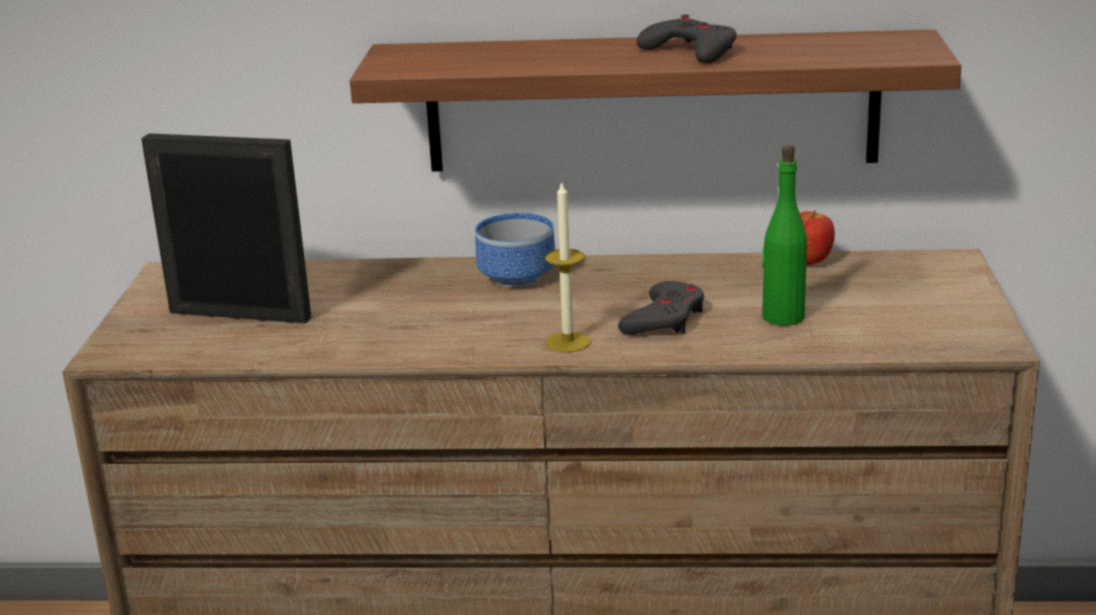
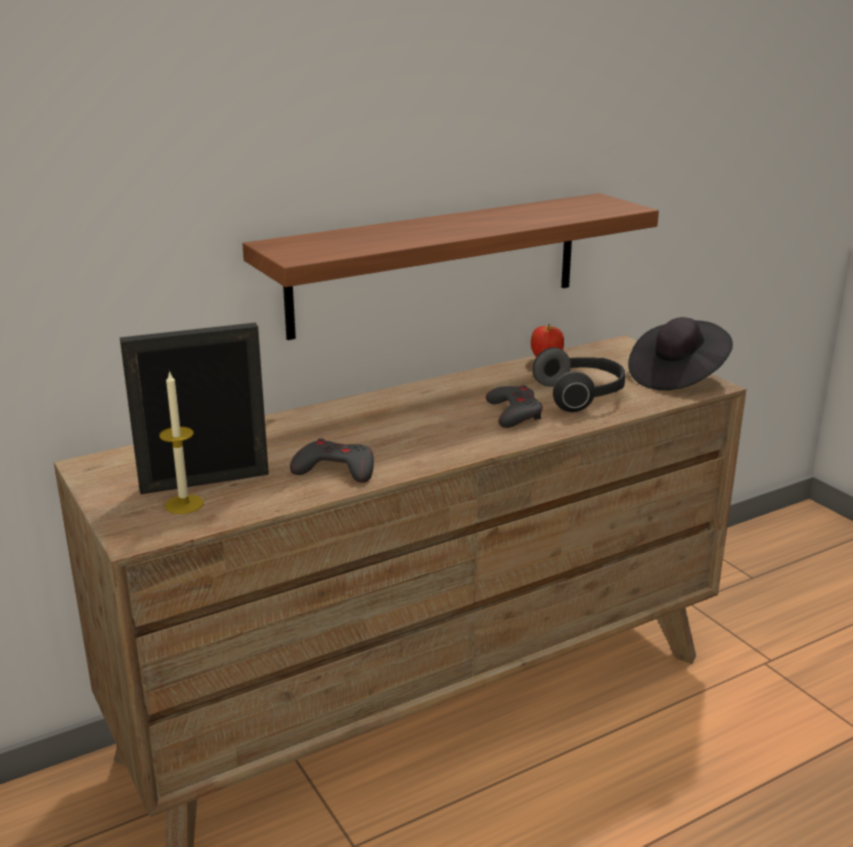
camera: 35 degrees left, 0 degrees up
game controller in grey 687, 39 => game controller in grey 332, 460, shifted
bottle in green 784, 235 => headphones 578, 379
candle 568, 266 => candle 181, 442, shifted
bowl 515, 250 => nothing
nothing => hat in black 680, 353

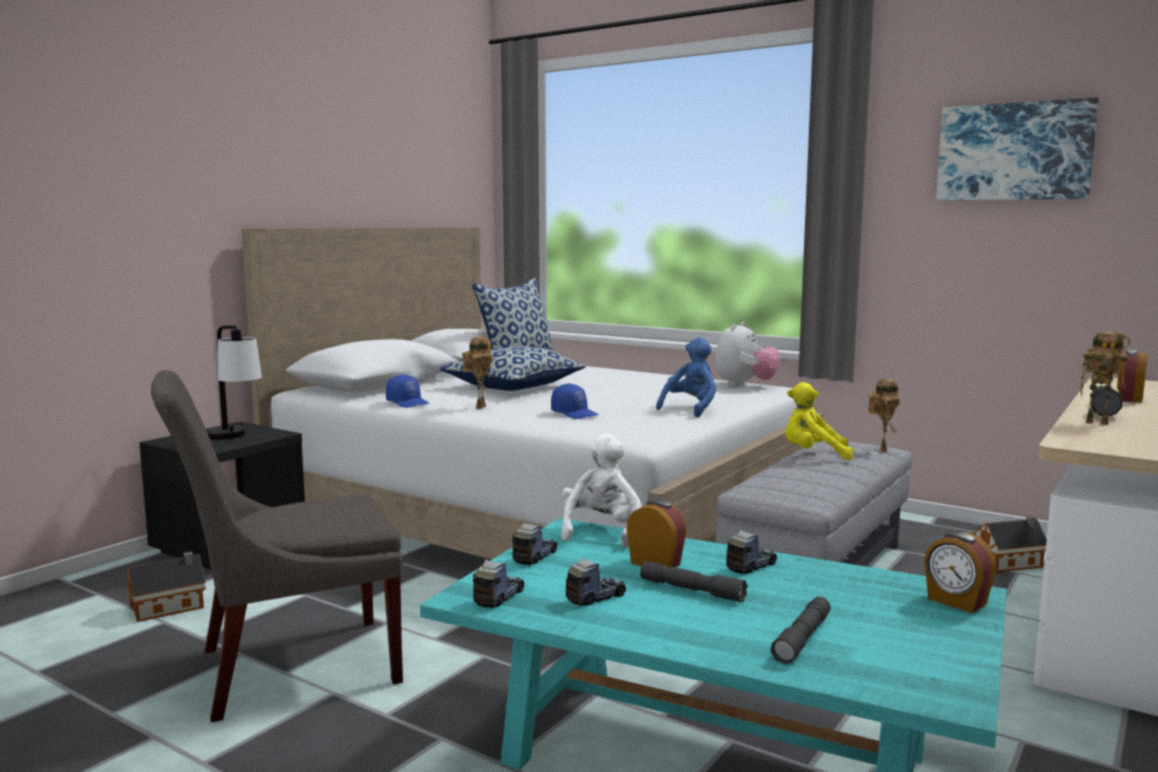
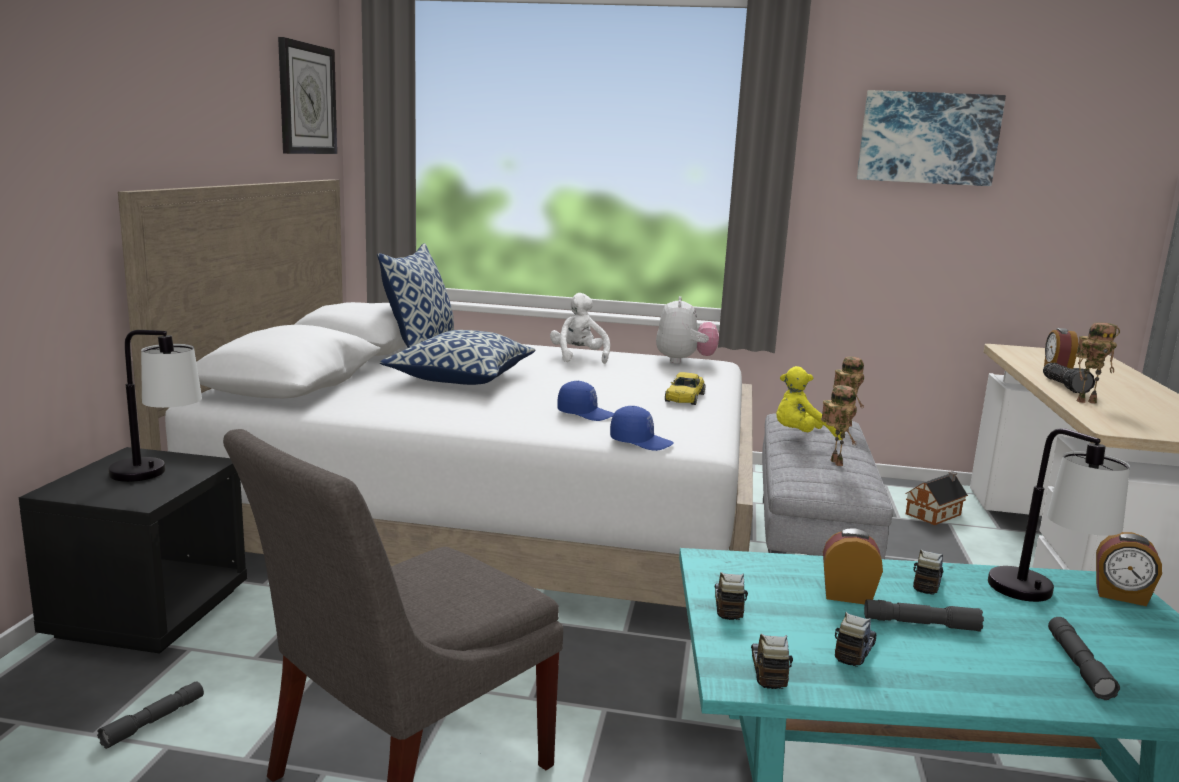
camera: 25 degrees left, 5 degrees up
toy robot 477, 373 => toy robot 839, 425, shifted
plush toy in blue 686, 377 => toy car in yellow 685, 388
cap in blue 408, 391 => cap in blue 642, 428, shifted
plush toy in white 601, 491 => plush toy in white 580, 328, shifted
toy house 166, 587 => flashlight in grey 150, 715
nothing => wall clock 307, 95
nothing => table lamp 1059, 515

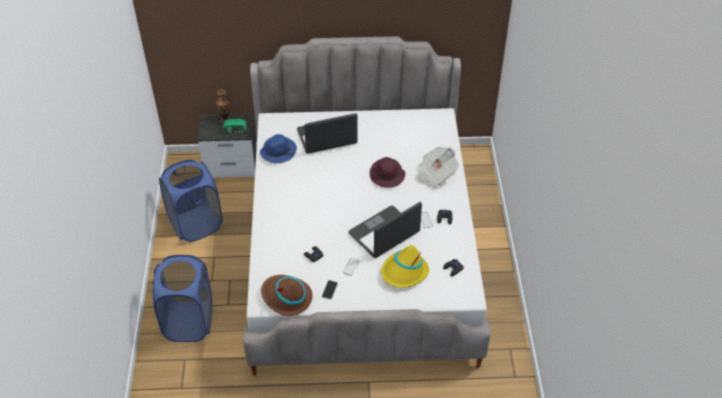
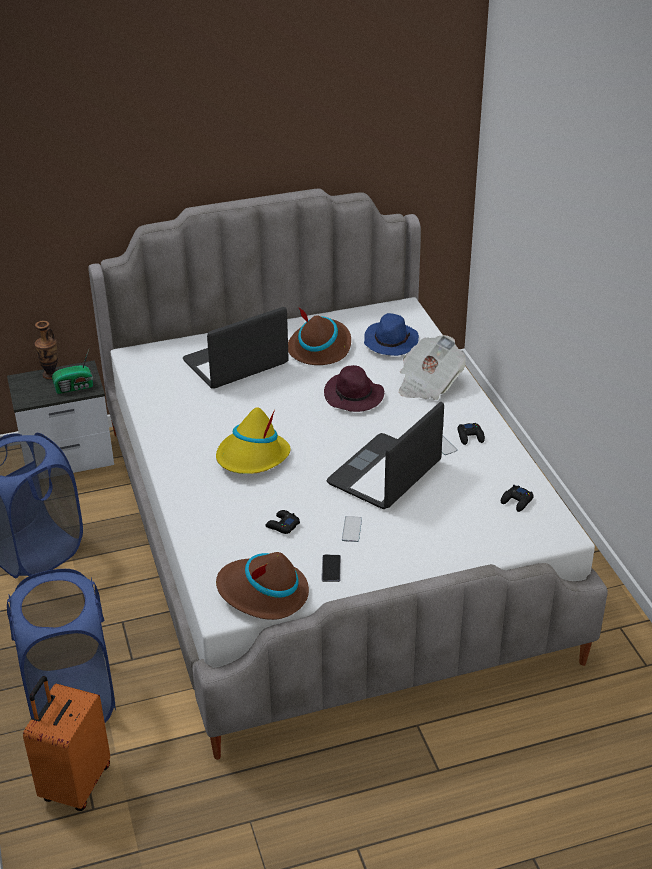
camera: 15 degrees left, 10 degrees down
hat in blue 278, 148 => hat in blue 391, 334, shifted
hat in yellow 405, 266 => hat in yellow 253, 440, shifted
nothing => hat in brown 319, 336
nothing => suitcase in orange 66, 743

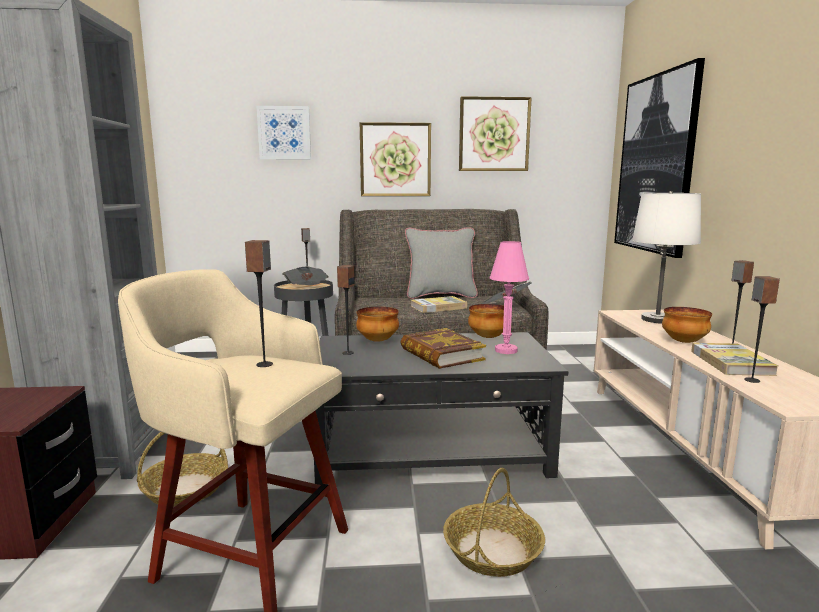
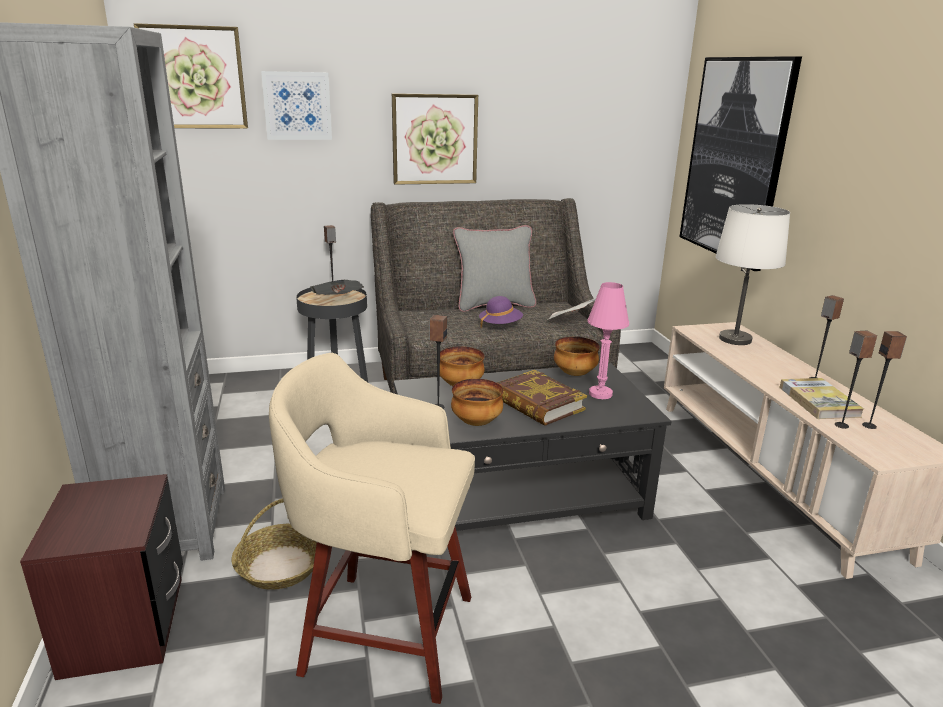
camera: 10 degrees left, 10 degrees up
picture 495, 133 => picture 191, 76, shifted
speaker 259, 303 => speaker 884, 380, shifted
book 439, 304 => hat in purple 501, 312
bowl 687, 325 => bowl 477, 402, shifted
basket 494, 522 => nothing

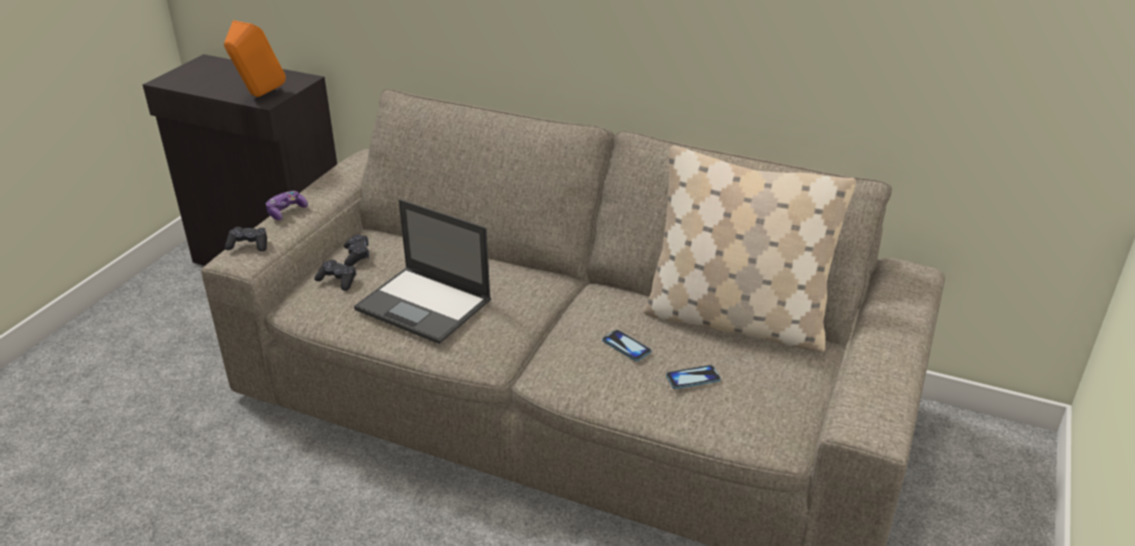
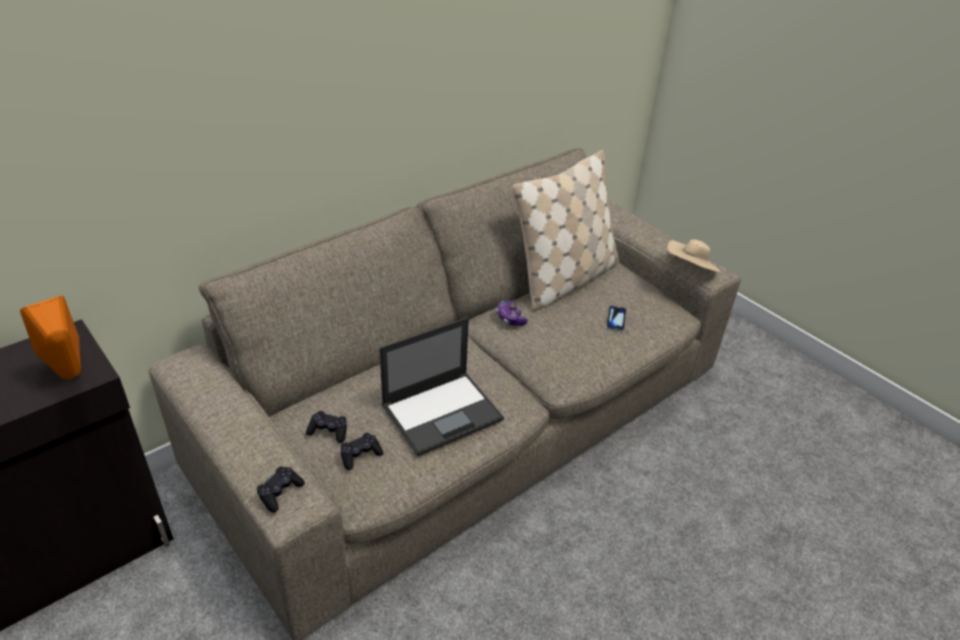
camera: 65 degrees left, 5 degrees up
game controller 287, 205 => game controller 512, 313, shifted
phone 626, 345 => nothing
nothing => hat in beige 693, 256

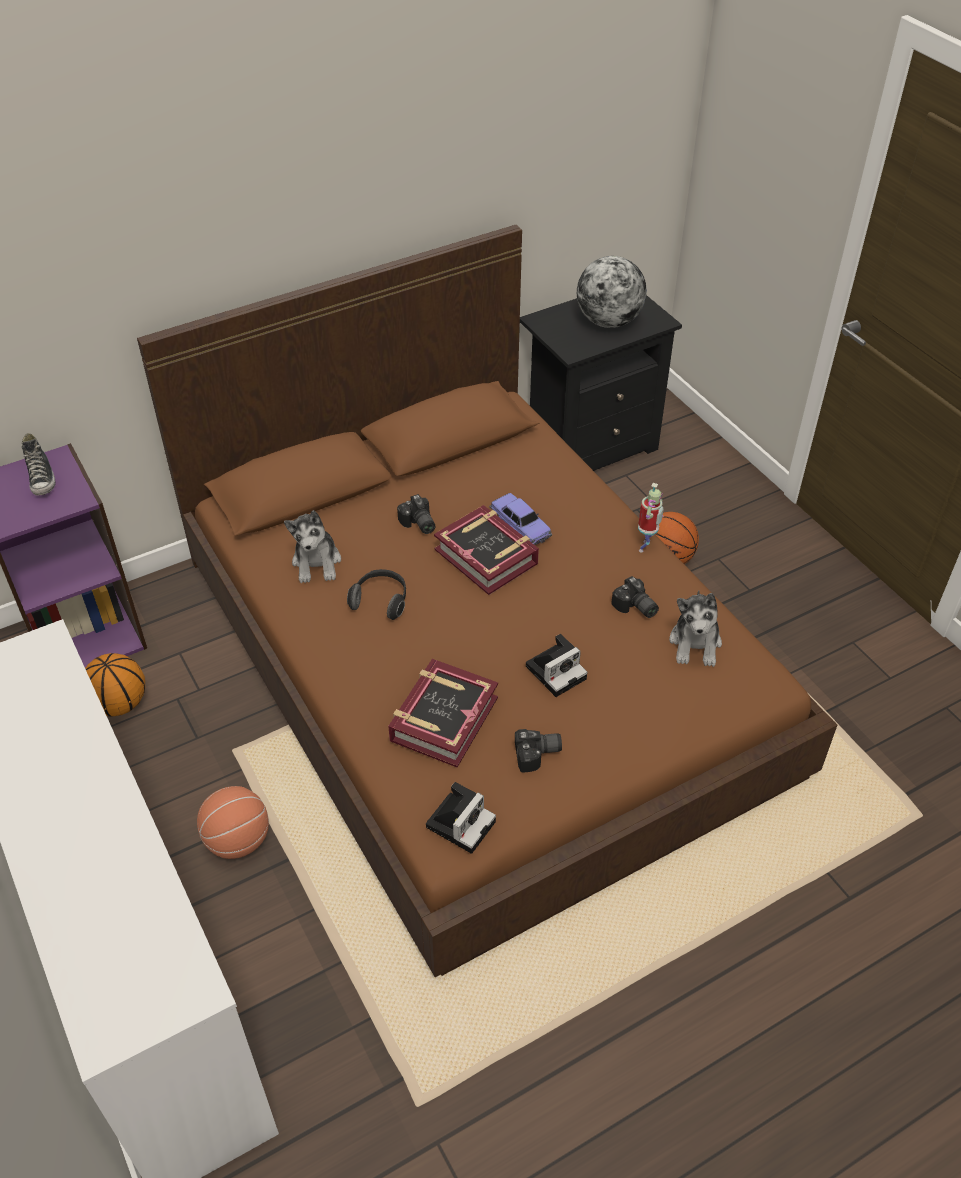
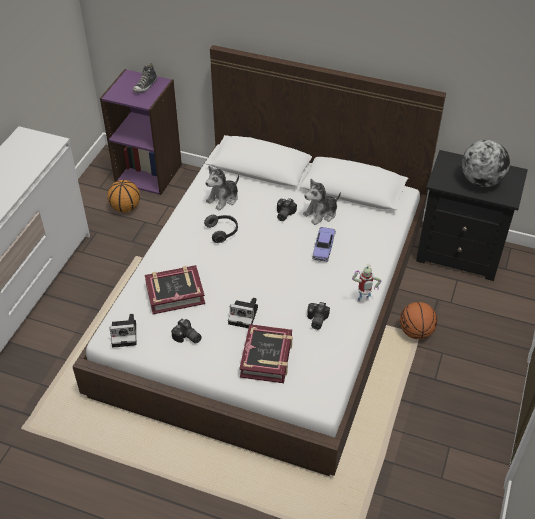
camera: 50 degrees right, 0 degrees up
bed in brown 487, 601 => bed in white 259, 260
book 486, 550 => book 265, 353, shifted
plush toy 695, 628 => plush toy 322, 202, shifted
basketball 233, 822 => nothing

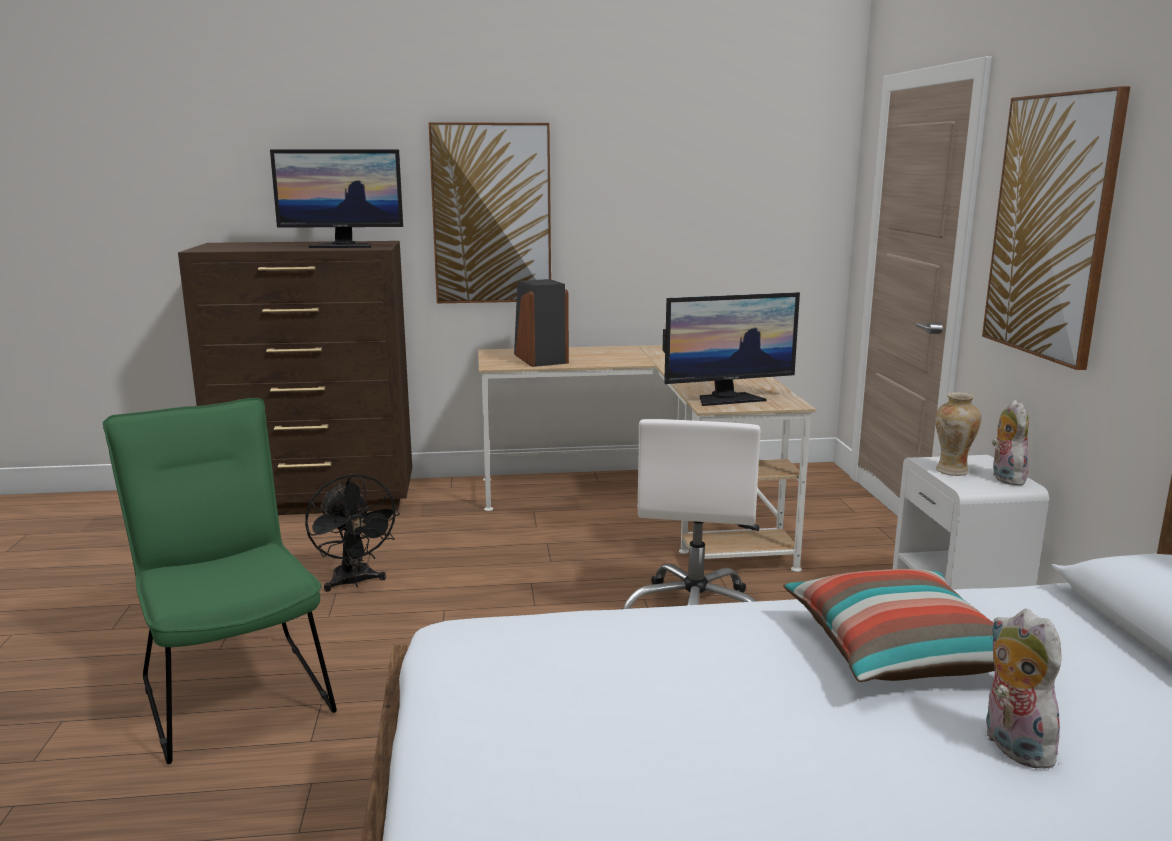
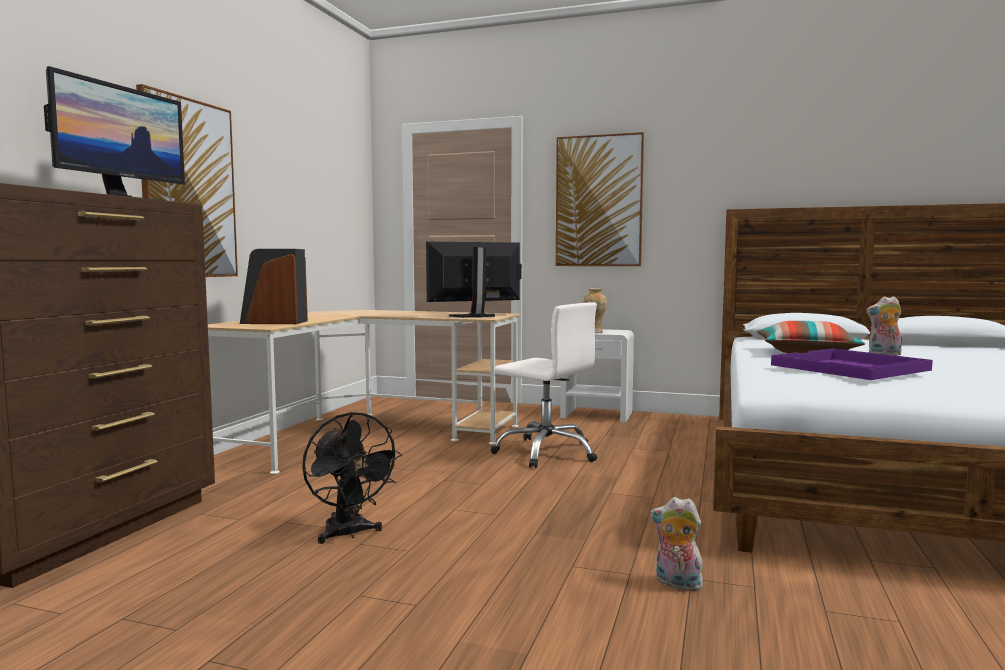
camera: 65 degrees left, 10 degrees down
monitor 731, 349 => monitor 474, 280, 120 degrees counterclockwise
chair in green 220, 581 => nothing
plush toy 1010, 443 => plush toy 676, 544, shifted
fan in black 352, 533 => fan in black 352, 478, 60 degrees clockwise
nothing => tray in purple 852, 364

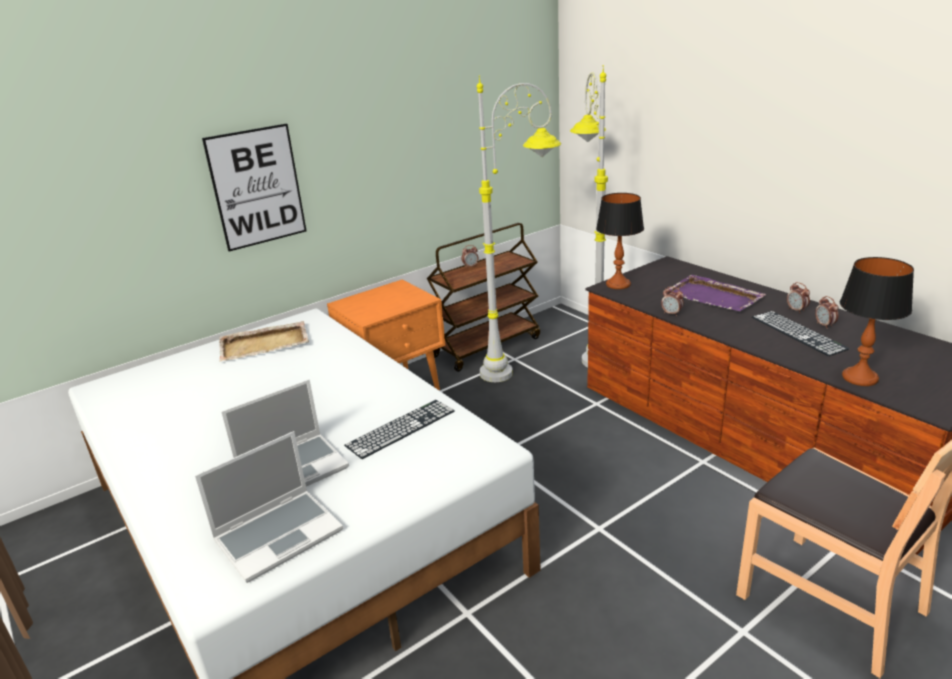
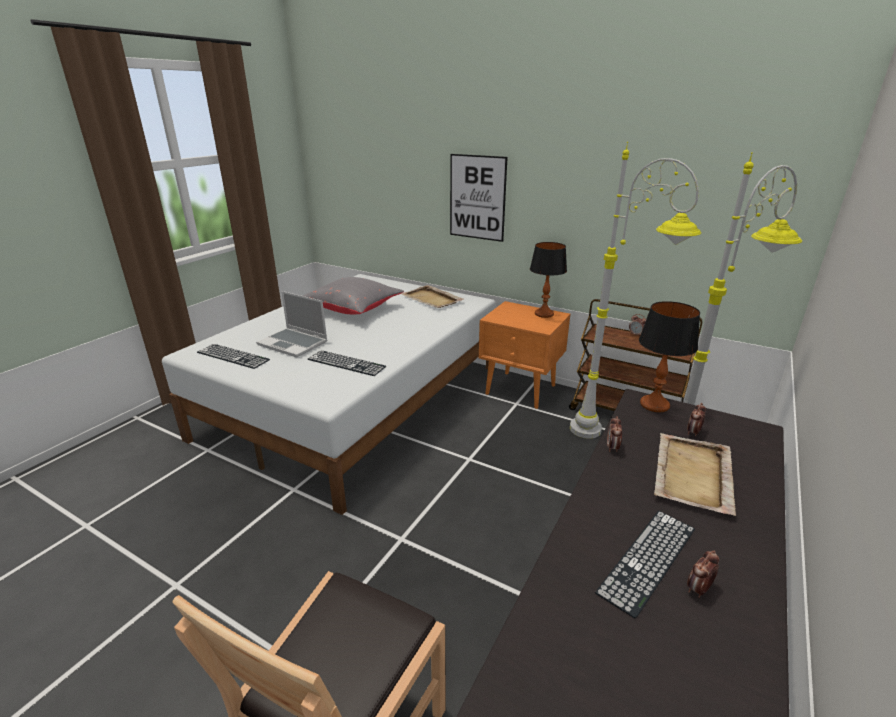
camera: 65 degrees right, 0 degrees up
table lamp 877, 321 => table lamp 548, 280, shifted
tray in purple 717, 293 => tray in beige 695, 474
alarm clock 798, 297 => alarm clock 696, 420, shifted
laptop 269, 507 => keyboard 233, 356
nothing => pillow in grey 353, 295

